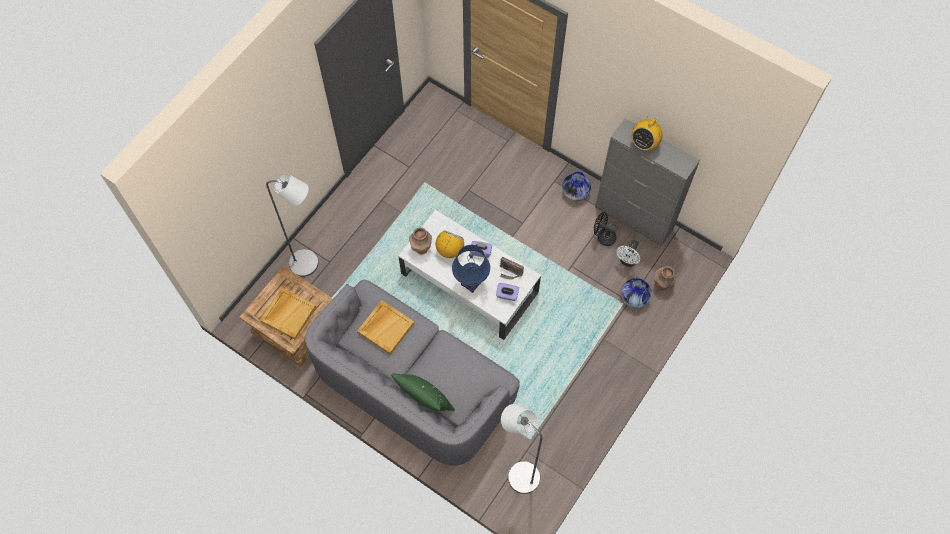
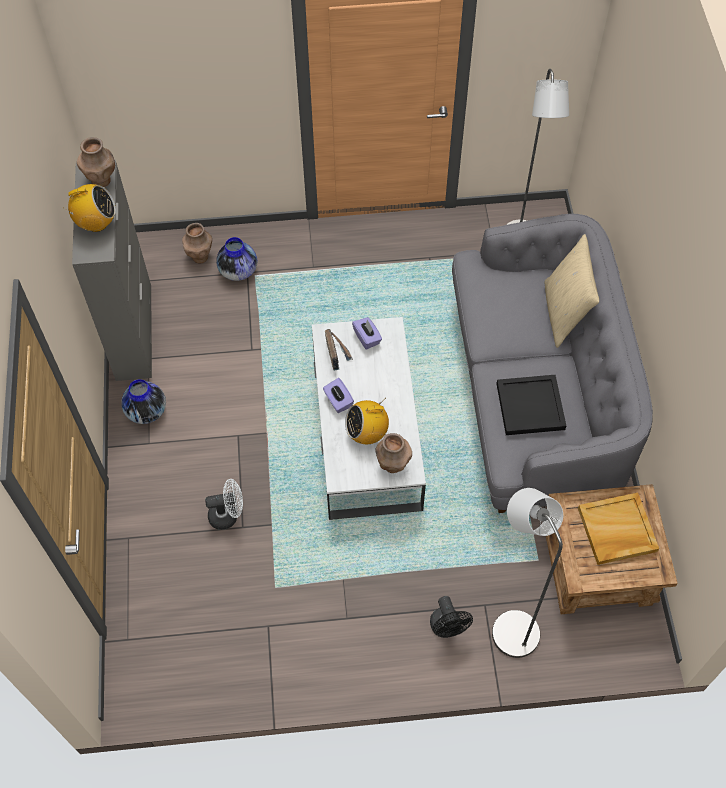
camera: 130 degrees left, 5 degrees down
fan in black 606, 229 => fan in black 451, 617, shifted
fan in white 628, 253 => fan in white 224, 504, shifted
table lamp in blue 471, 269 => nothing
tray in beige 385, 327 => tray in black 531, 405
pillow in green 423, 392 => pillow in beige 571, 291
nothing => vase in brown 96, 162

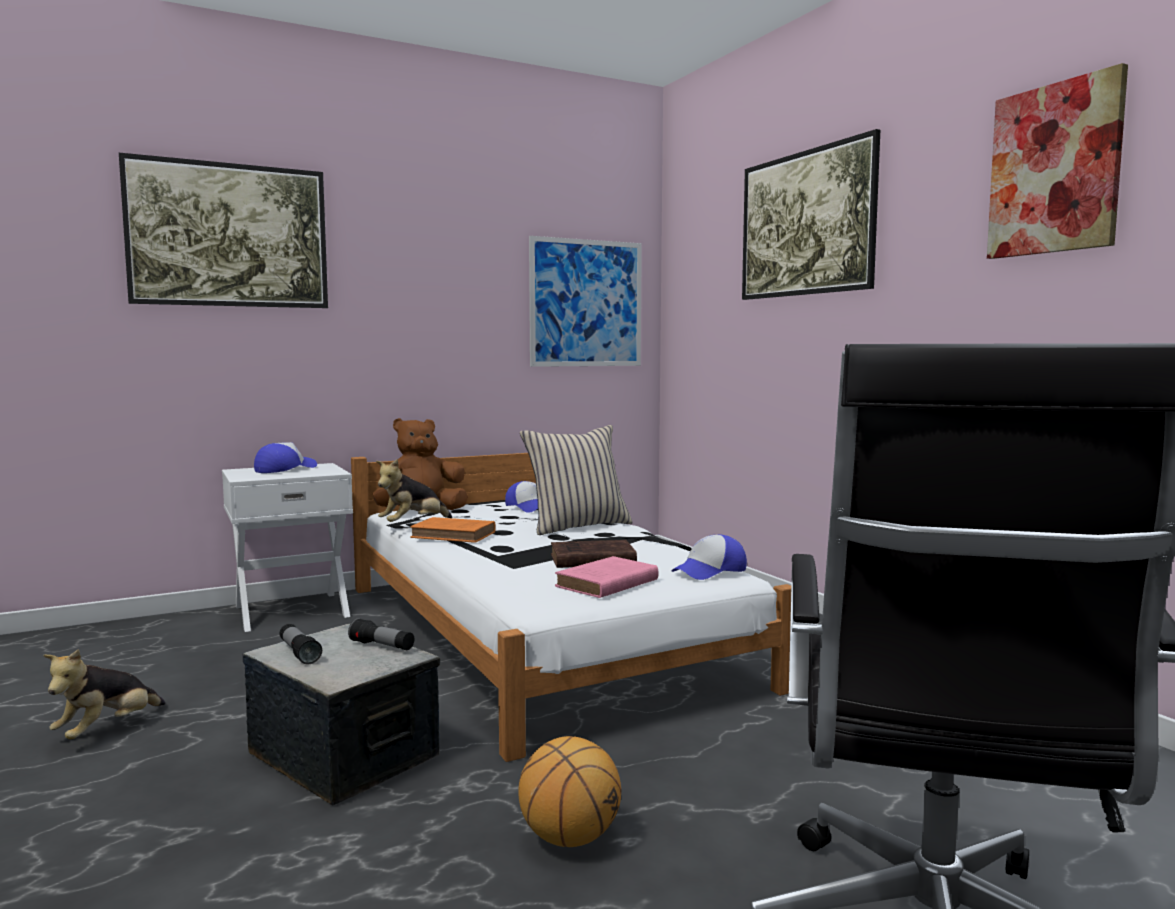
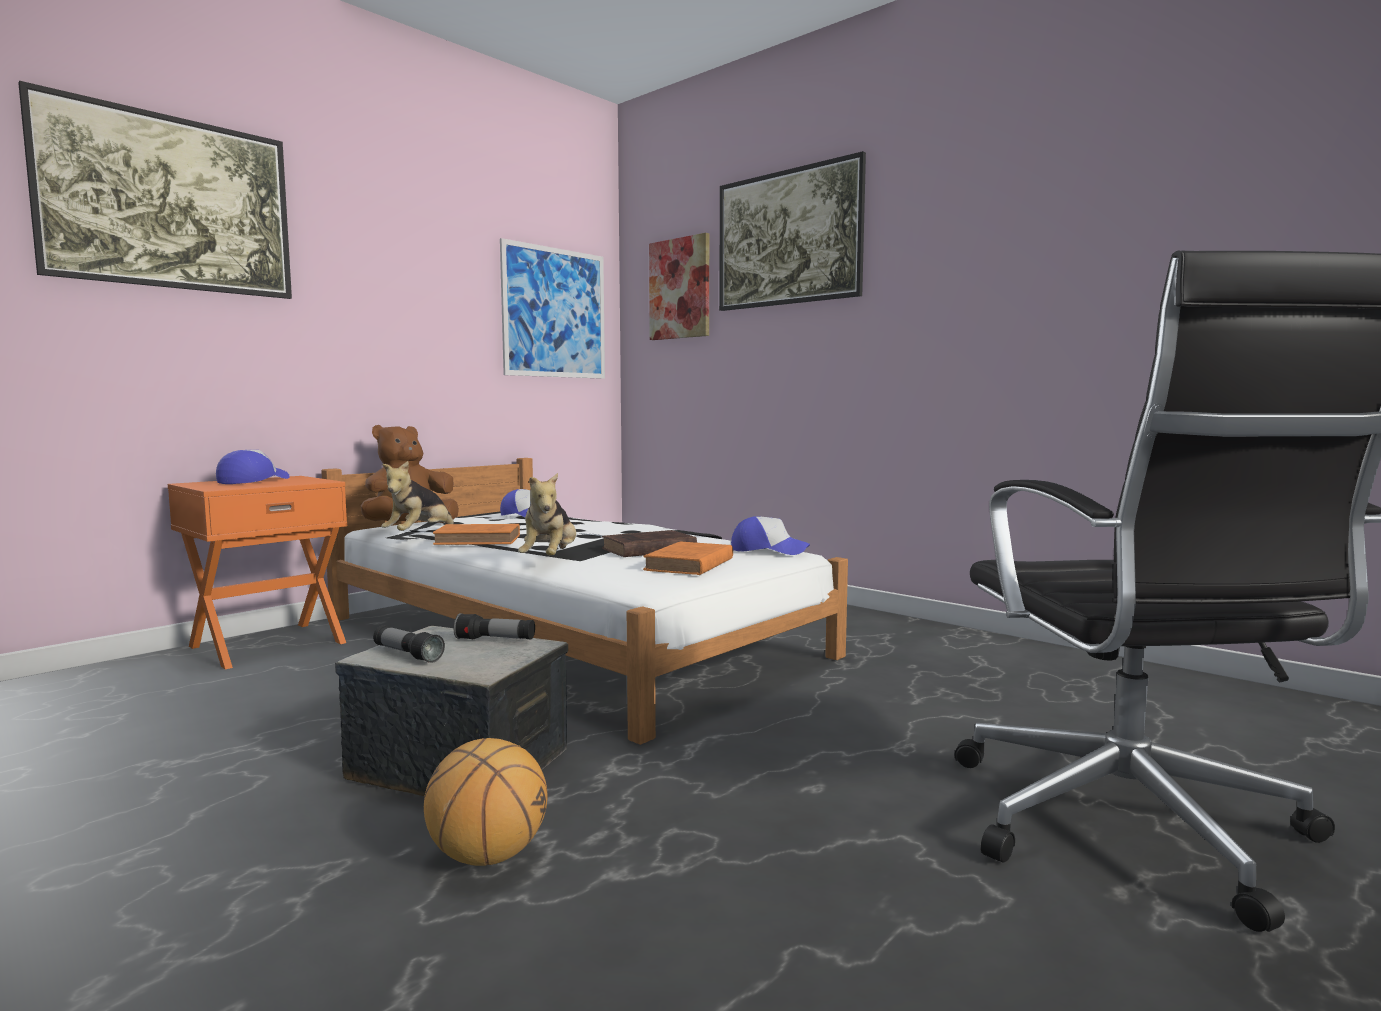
camera: 20 degrees left, 0 degrees up
picture 1057, 161 => picture 679, 286, shifted
pillow in beige 576, 480 => nothing
nightstand in white 287, 547 => nightstand in orange 257, 572
cap 709, 557 => cap 770, 535, 105 degrees counterclockwise
book in pink 607, 577 => book in orange 688, 558
plush toy 104, 694 => plush toy 547, 514, shifted
basketball 569, 791 => basketball 486, 802, shifted

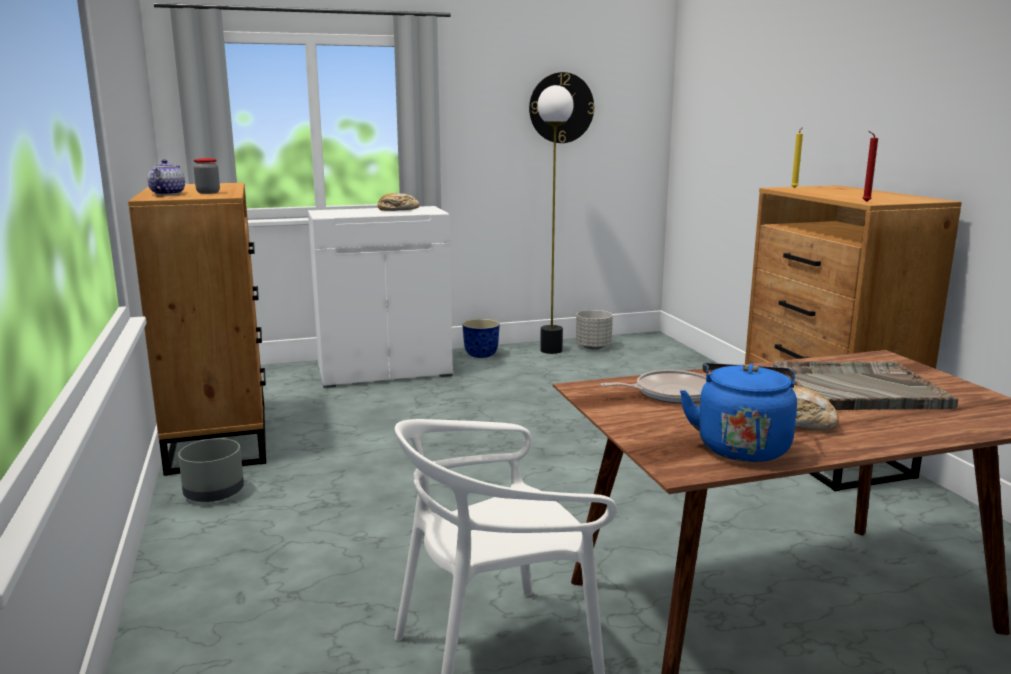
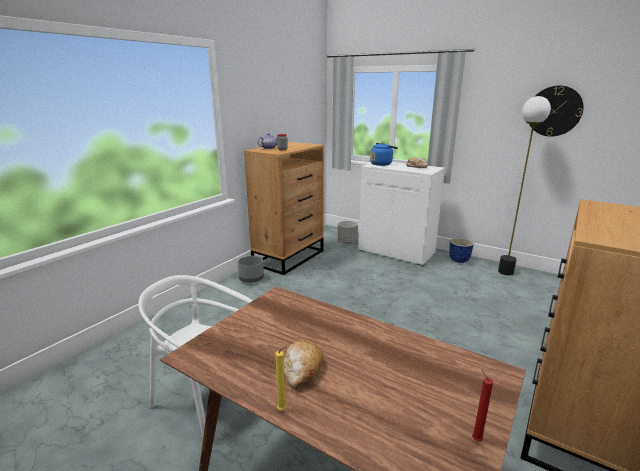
camera: 50 degrees right, 5 degrees up
candle in yellow 797, 157 => candle in yellow 281, 378, shifted
candle in red 870, 166 => candle in red 482, 405, shifted
planter in grey 594, 329 => planter in grey 348, 232, shifted
tray in grey 865, 385 => nothing
kettle in blue 738, 412 => kettle in blue 384, 154, shifted
frying pan 653, 387 => nothing

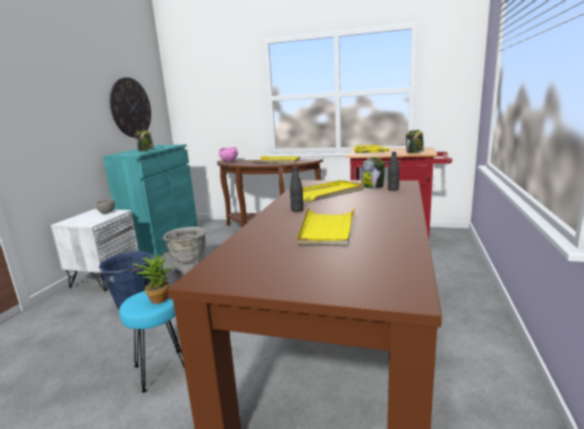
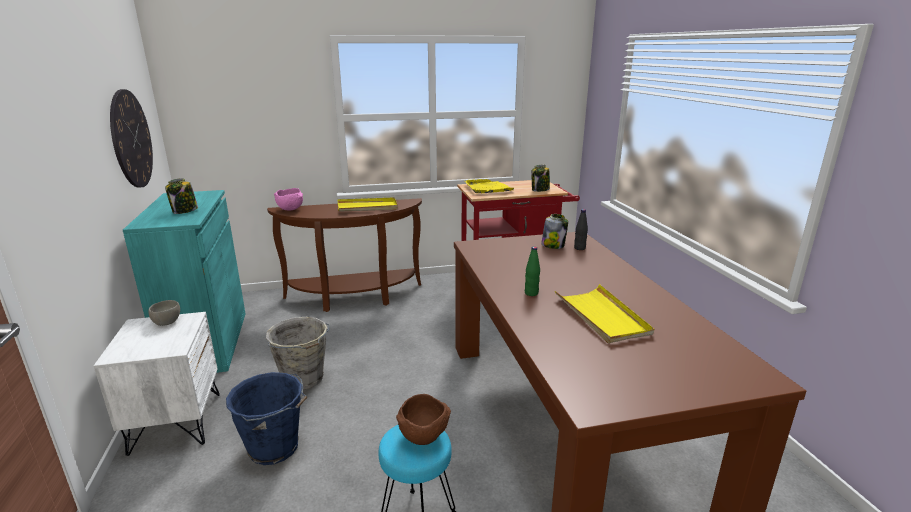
camera: 30 degrees left, 5 degrees up
bottle in black 297, 189 => bottle in green 532, 271
tray in yellow 333, 191 => nothing
potted plant 152, 279 => bowl in brown 423, 419

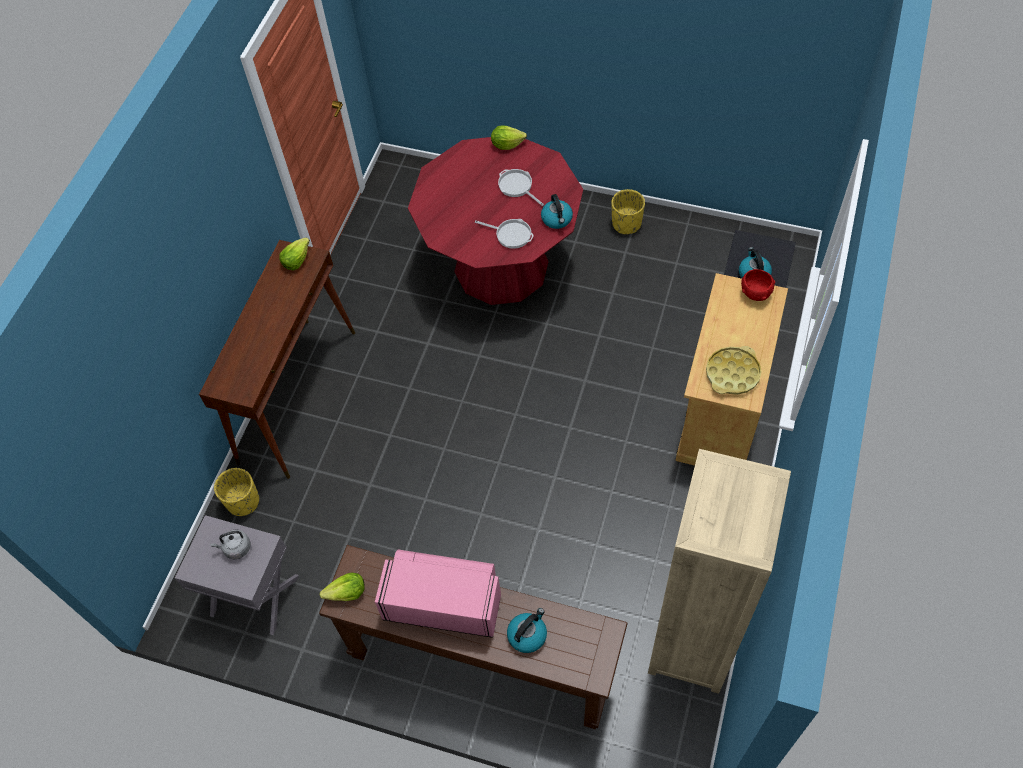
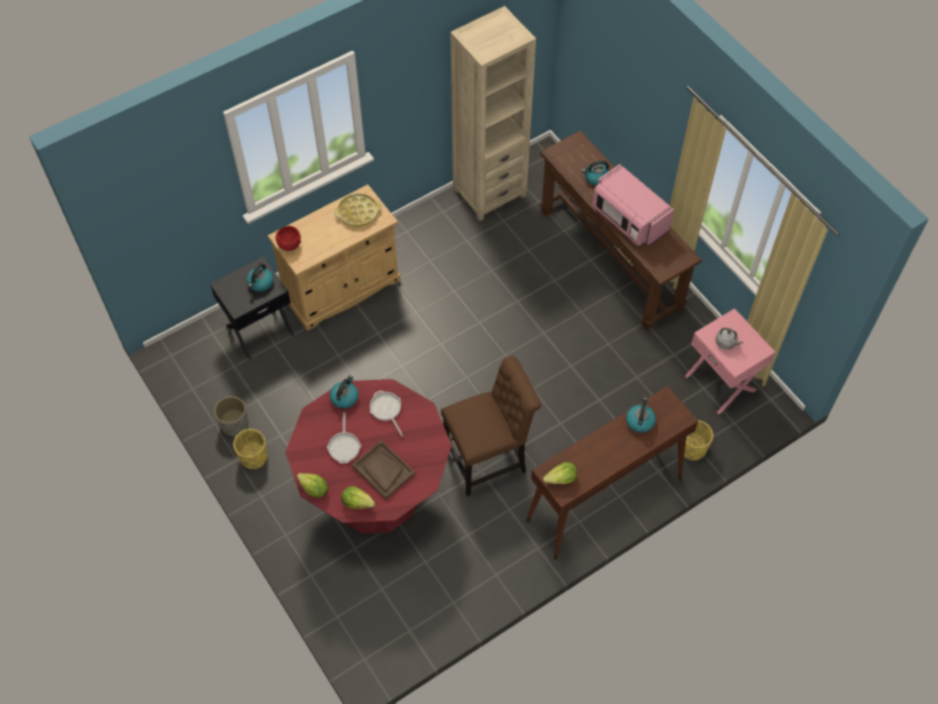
camera: 145 degrees left, 0 degrees up
nightstand in grey 237, 575 => nightstand in pink 730, 361
lettuce 342, 587 => lettuce 358, 497, shifted
nothing => chair in brown 491, 426
nothing => planter in grey 231, 416
nothing => kettle 641, 415
nothing => tray in brown 383, 469

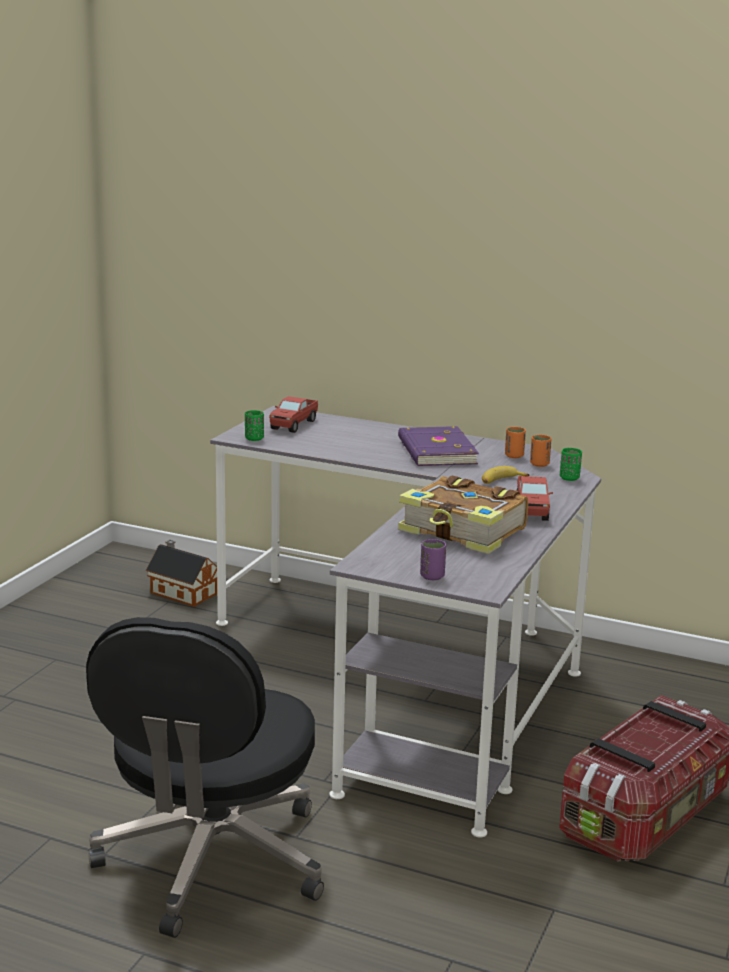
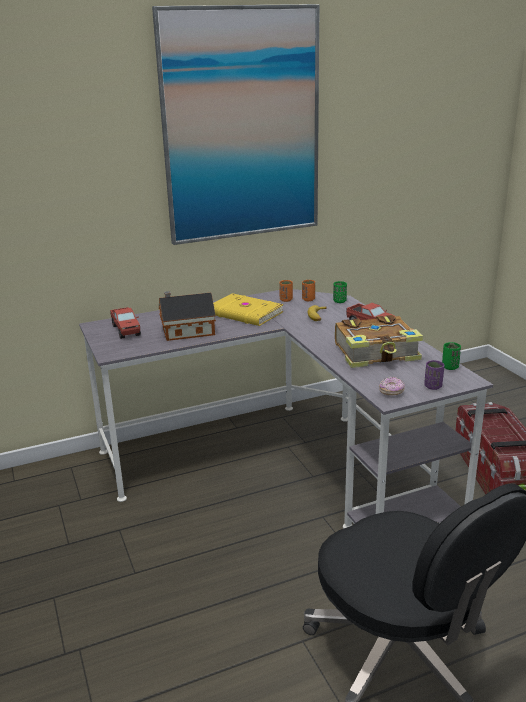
camera: 45 degrees left, 5 degrees up
cup in green 254, 425 => cup in green 451, 356, shifted
book in purple 438, 446 => book in yellow 248, 309
toy house 181, 573 => toy house 187, 316, shifted
nothing => picture 236, 124
nothing => donut 392, 386

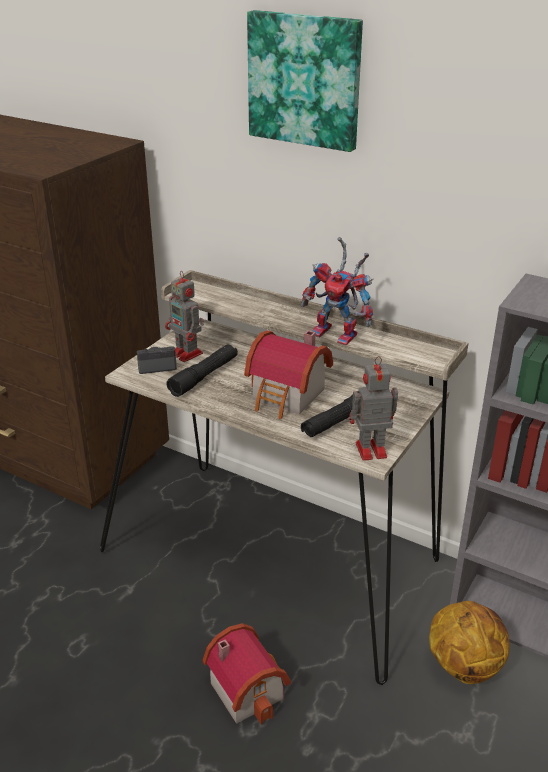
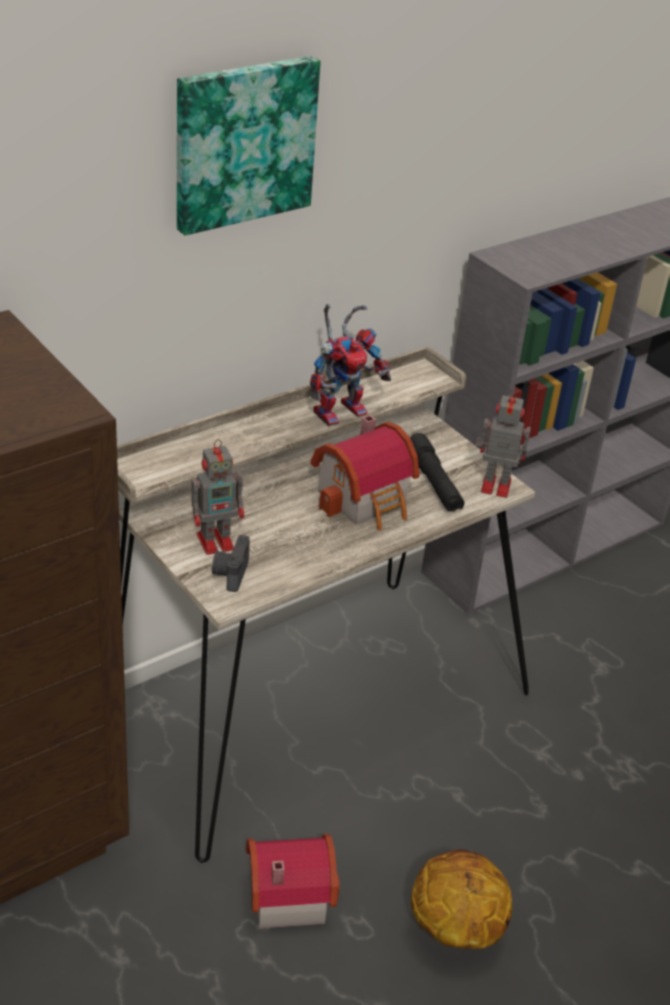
camera: 70 degrees left, 5 degrees up
flashlight in black 202, 371 => nothing
toy robot 373, 408 => toy robot 503, 443, 90 degrees clockwise
basketball 469, 642 => basketball 461, 899, shifted
toy house 247, 674 => toy house 292, 881, shifted

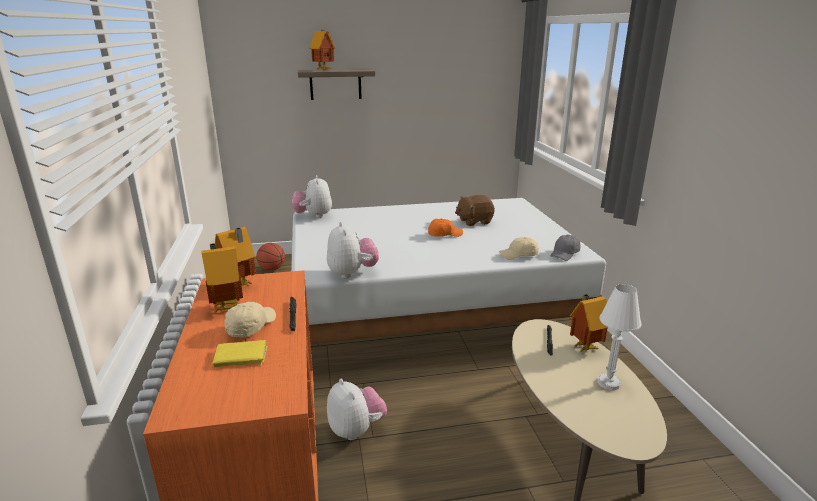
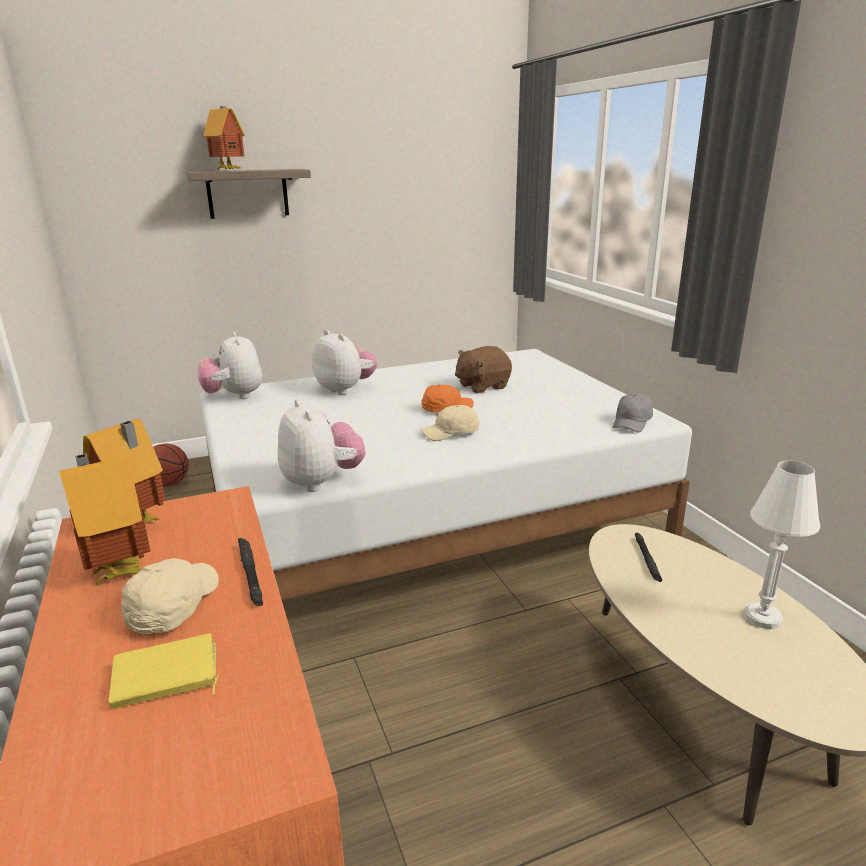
camera: 10 degrees left, 0 degrees up
cap in beige 519, 248 => cap in beige 450, 423, shifted
toy house 589, 323 => nothing
plush toy 357, 409 => plush toy 344, 362, shifted

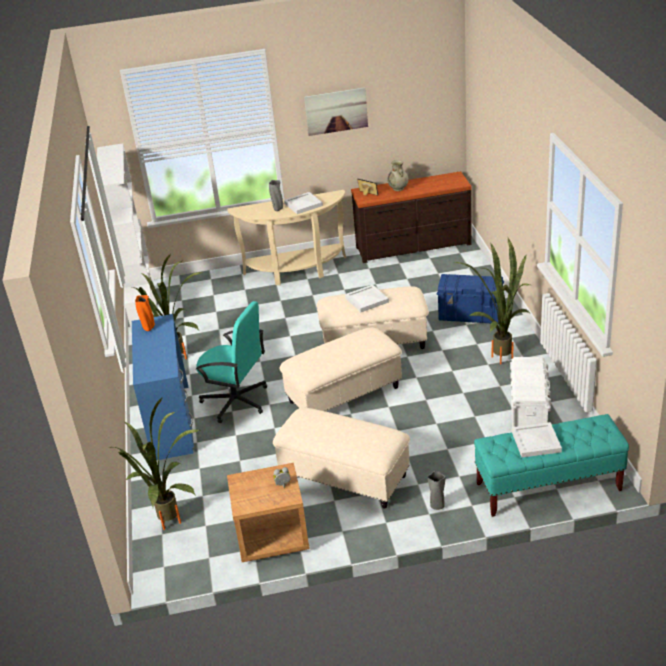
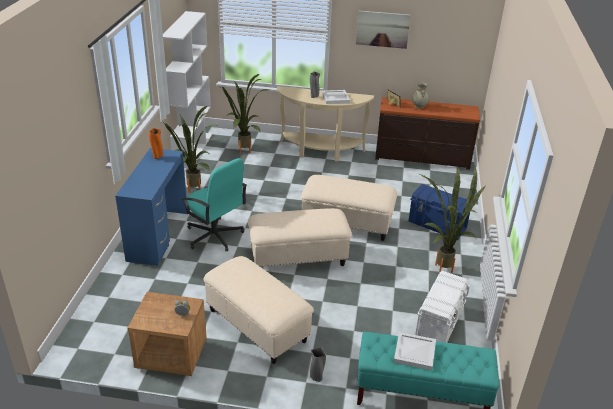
camera: 15 degrees right, 0 degrees up
tray in white 367, 298 => nothing
potted plant 154, 463 => potted plant 245, 113, shifted

